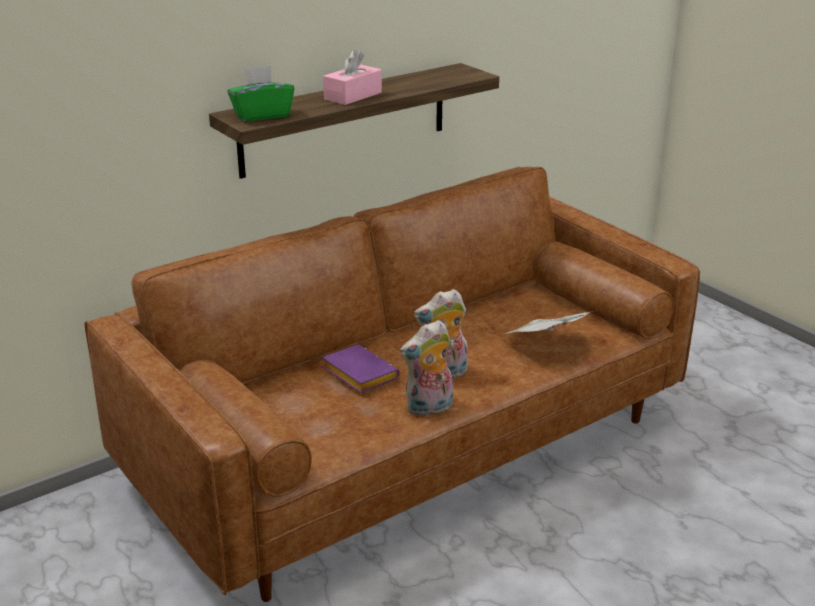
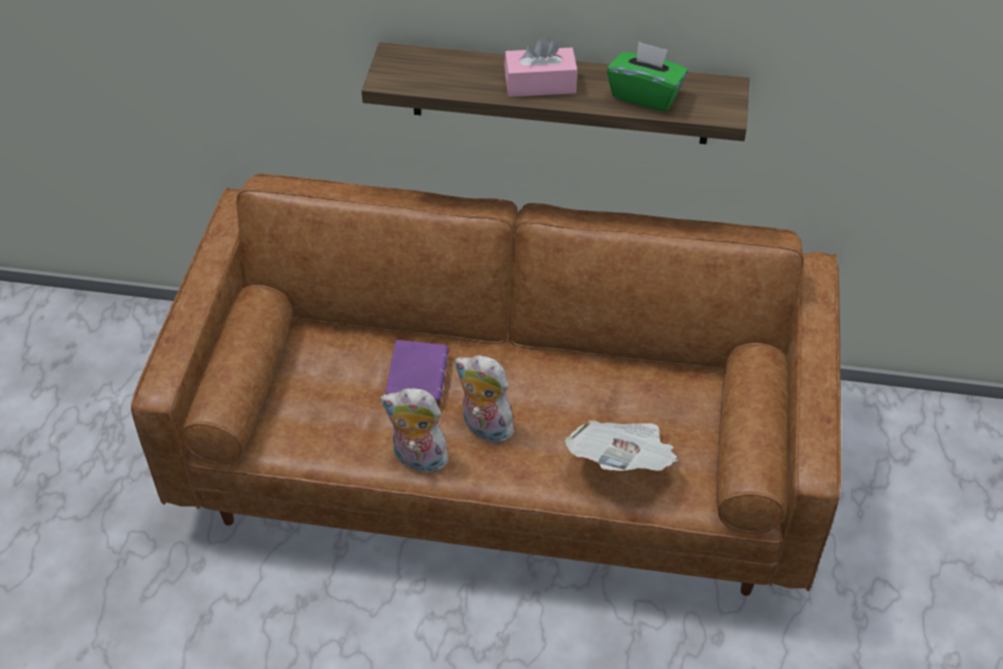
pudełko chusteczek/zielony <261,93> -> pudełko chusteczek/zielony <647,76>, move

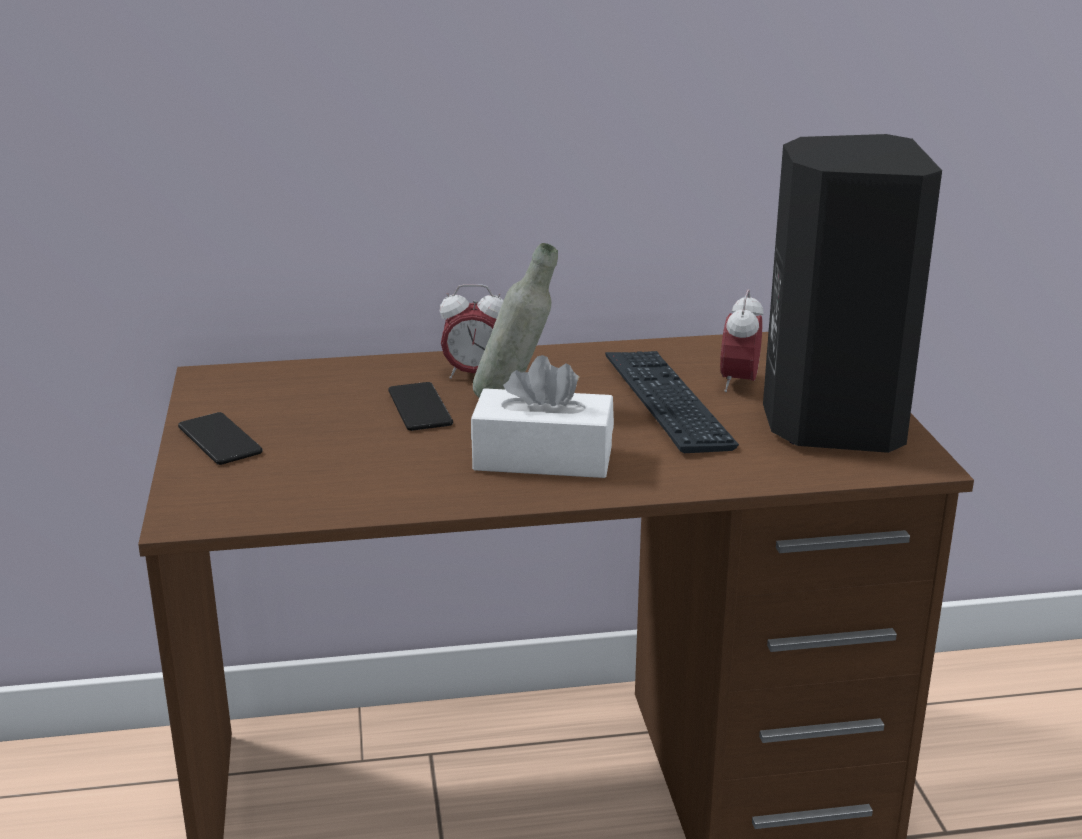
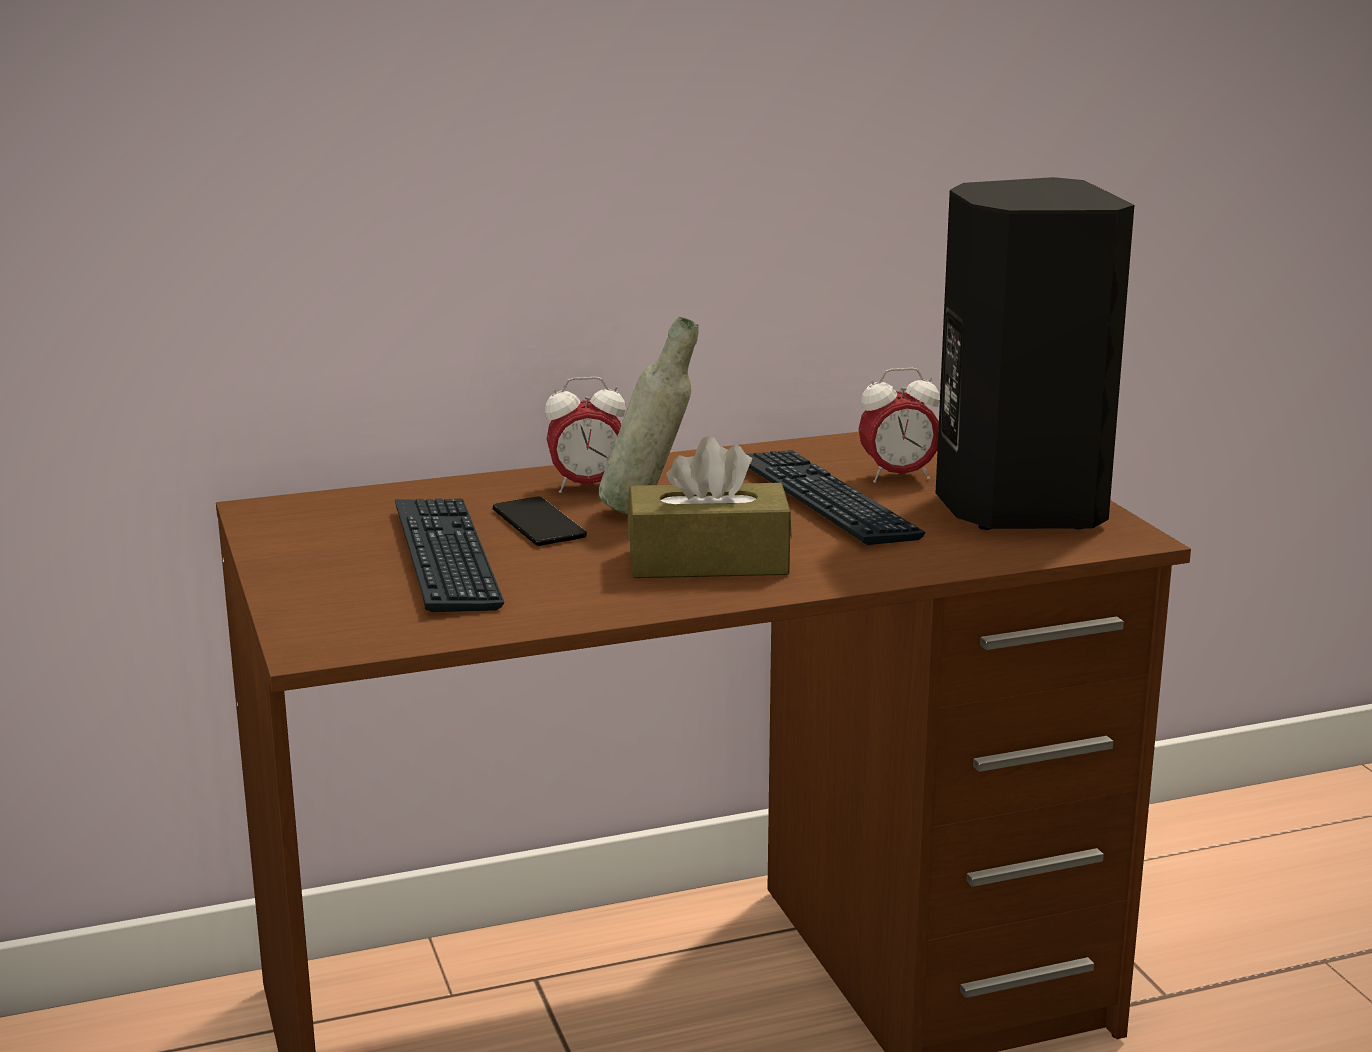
telefon <220,438> -> none
pudełko chusteczek/biały <542,416> -> pudełko chusteczek/brązowy <710,507>
budzik <742,340> -> budzik <899,425>, 105 degrees counterclockwise
none -> klawiatura <449,555>

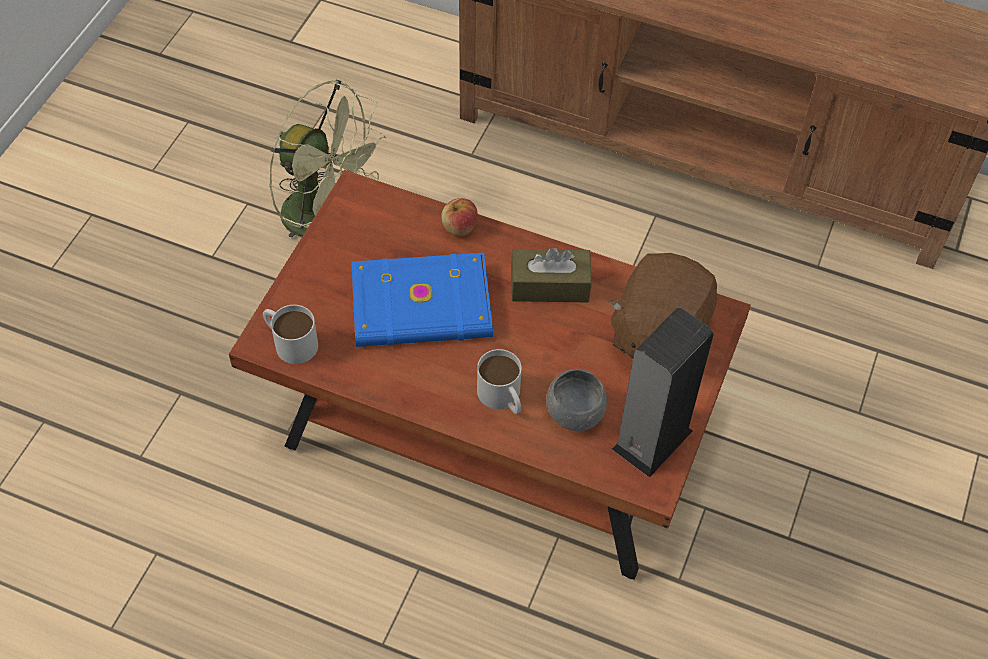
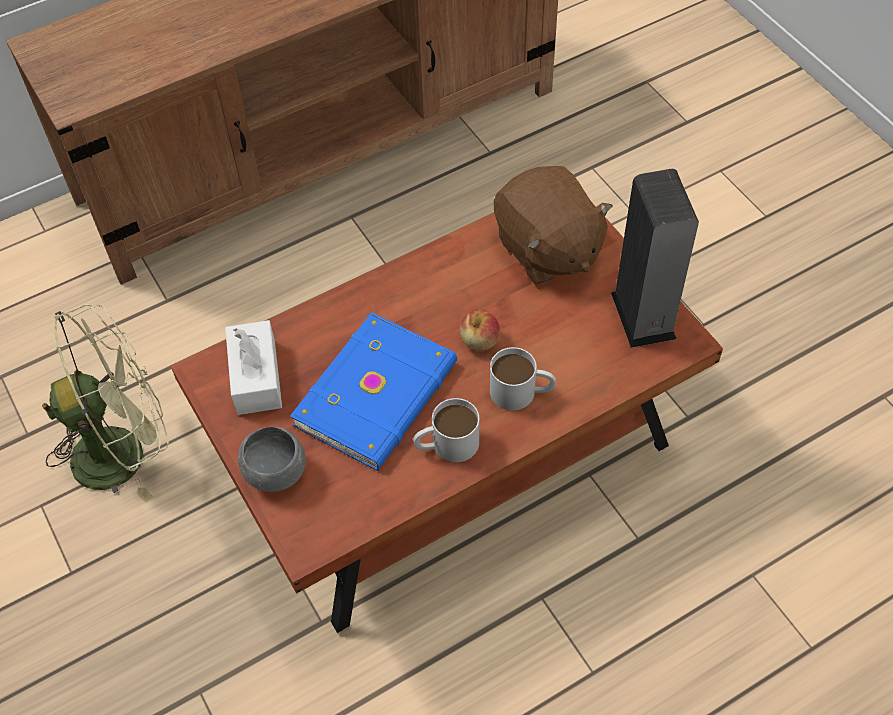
kubek/biały <290,334> -> kubek/biały <446,430>, move
jabłko <459,217> -> jabłko <480,330>, move
pudełko chusteczek/brązowy <551,274> -> none
miska/szary <576,400> -> miska/szary <272,459>, move
none -> pudełko chusteczek/biały <253,367>

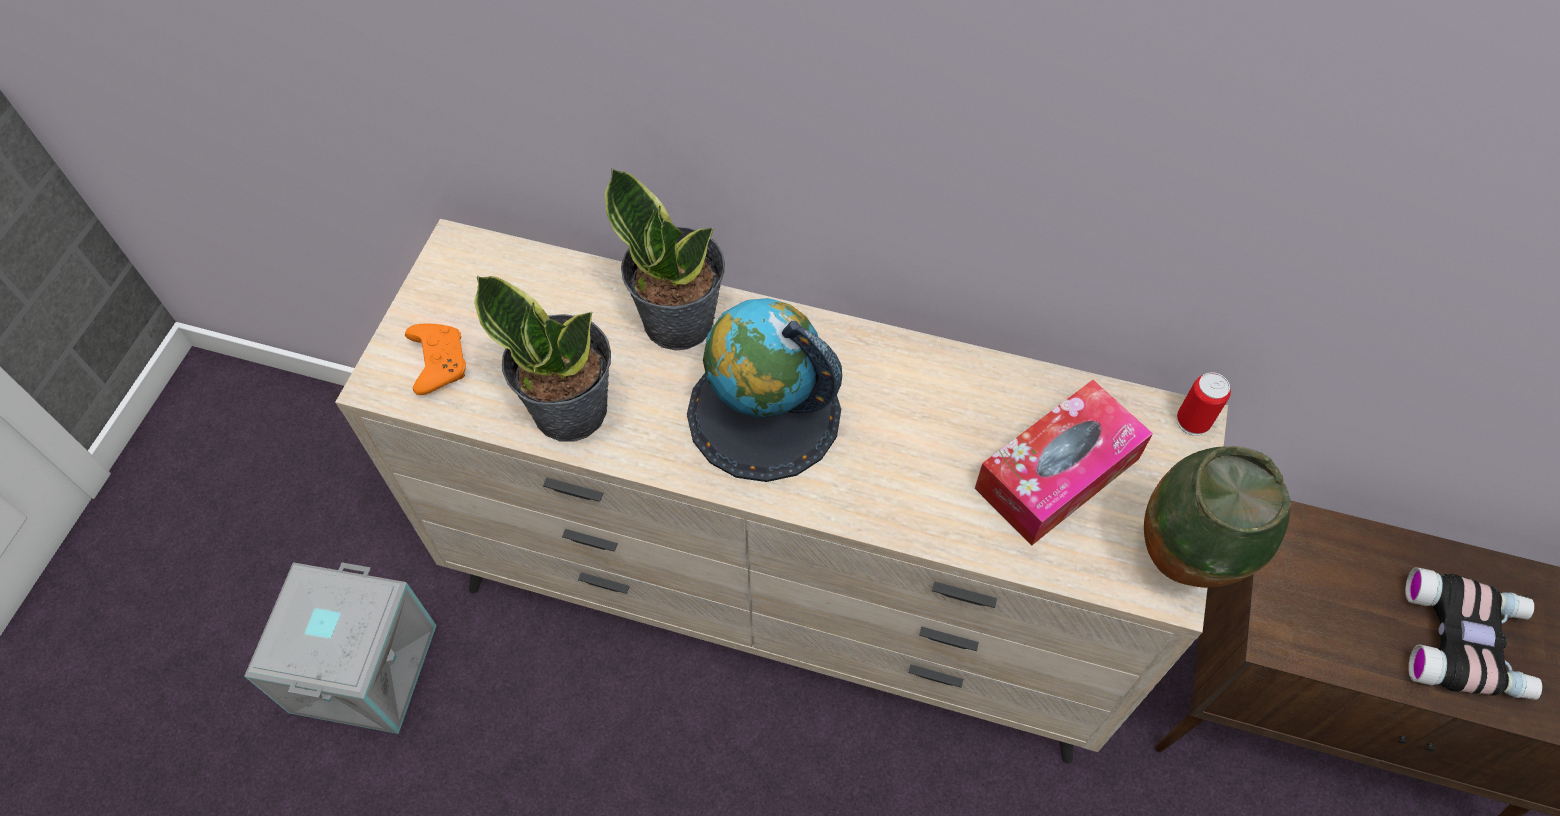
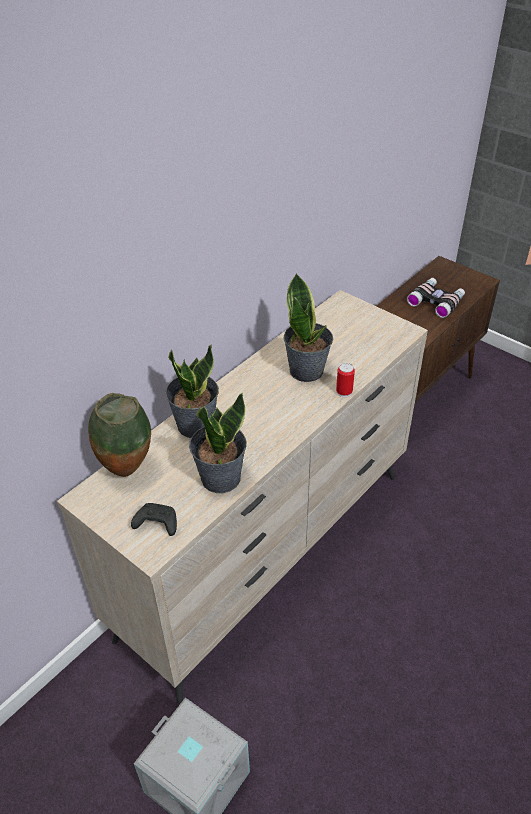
pad do gier/pomarańczowy <435,359> -> pad do gier/czarny <154,519>
globus <764,390> -> none
pudełko chusteczek <1064,463> -> none
wazon <1217,517> -> wazon <119,435>, move
puszka <1204,404> -> puszka <345,380>, move
none -> roślina doniczkowa <308,327>

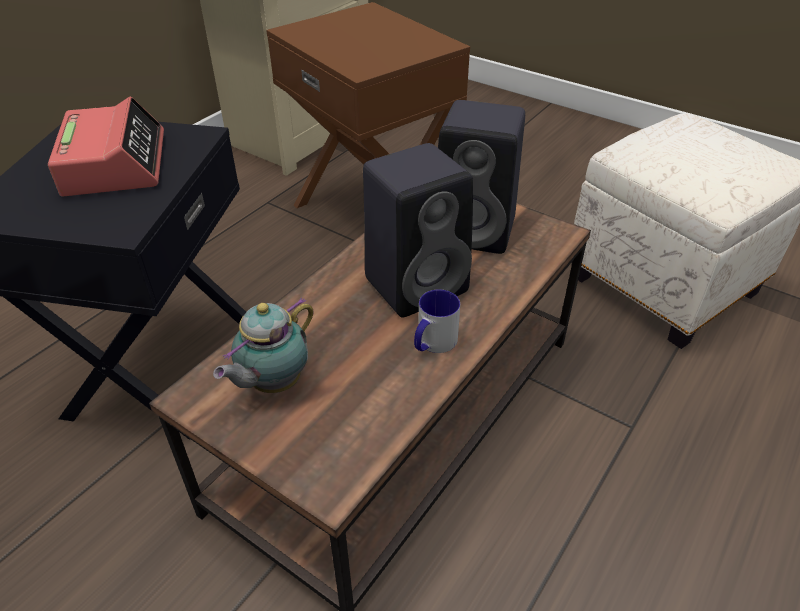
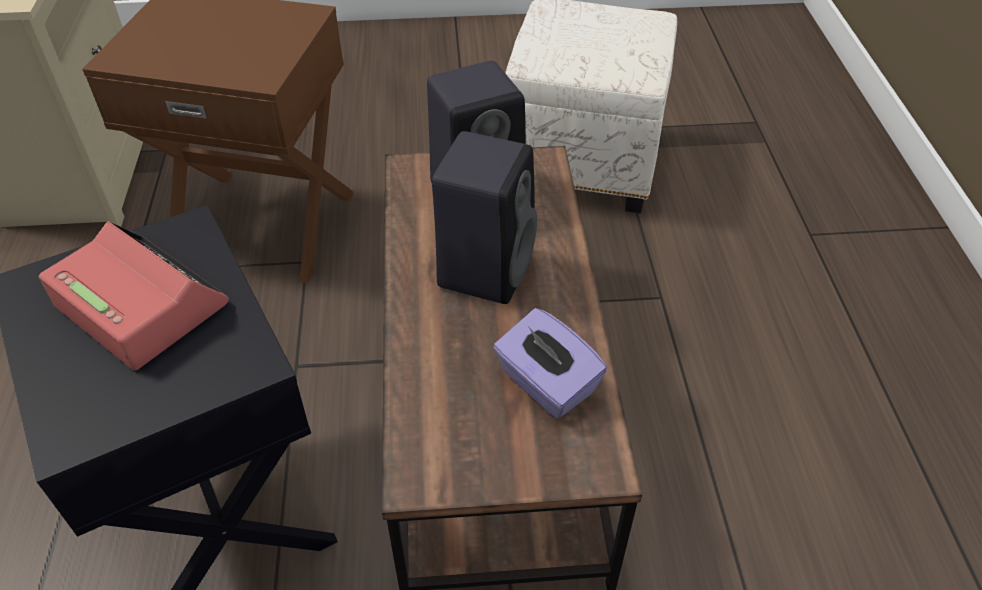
imbryk <263,345> -> none
kubek <437,321> -> none
none -> pudełko chusteczek/fioletowy <550,363>

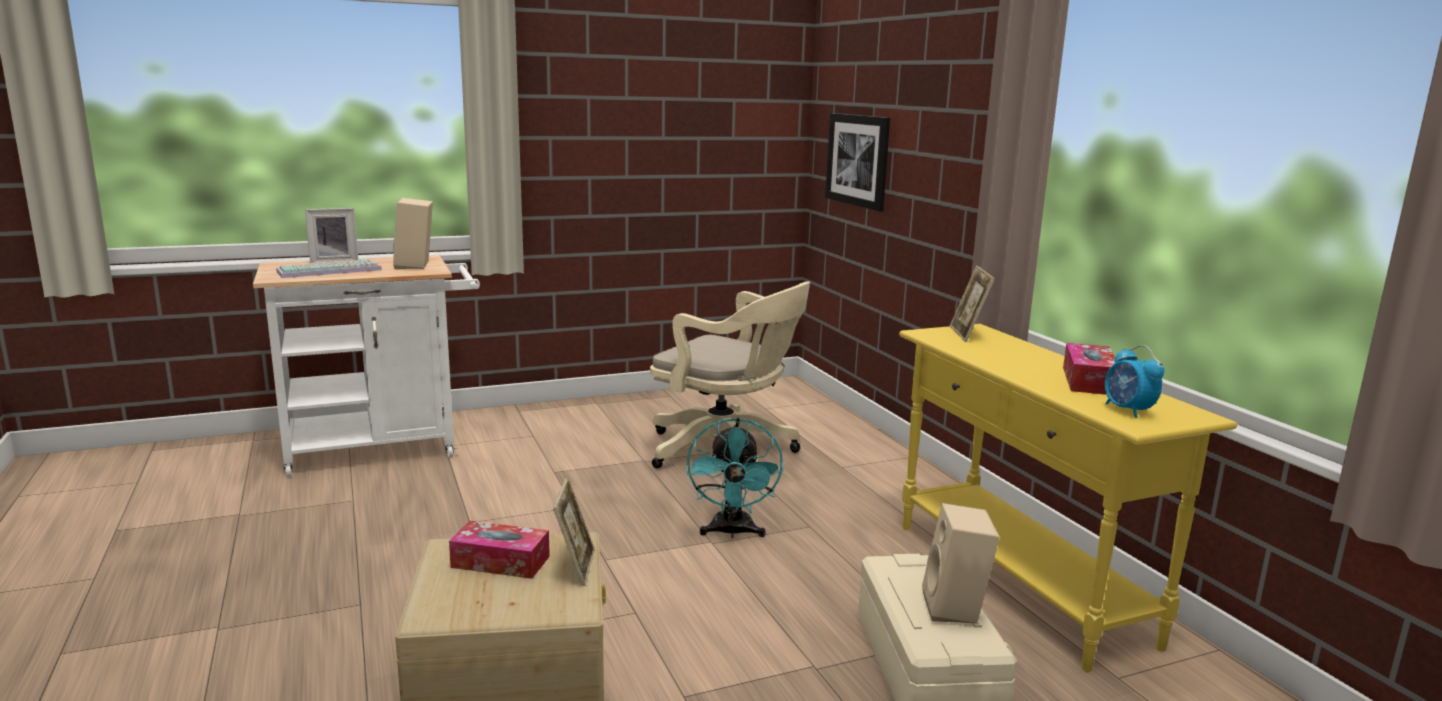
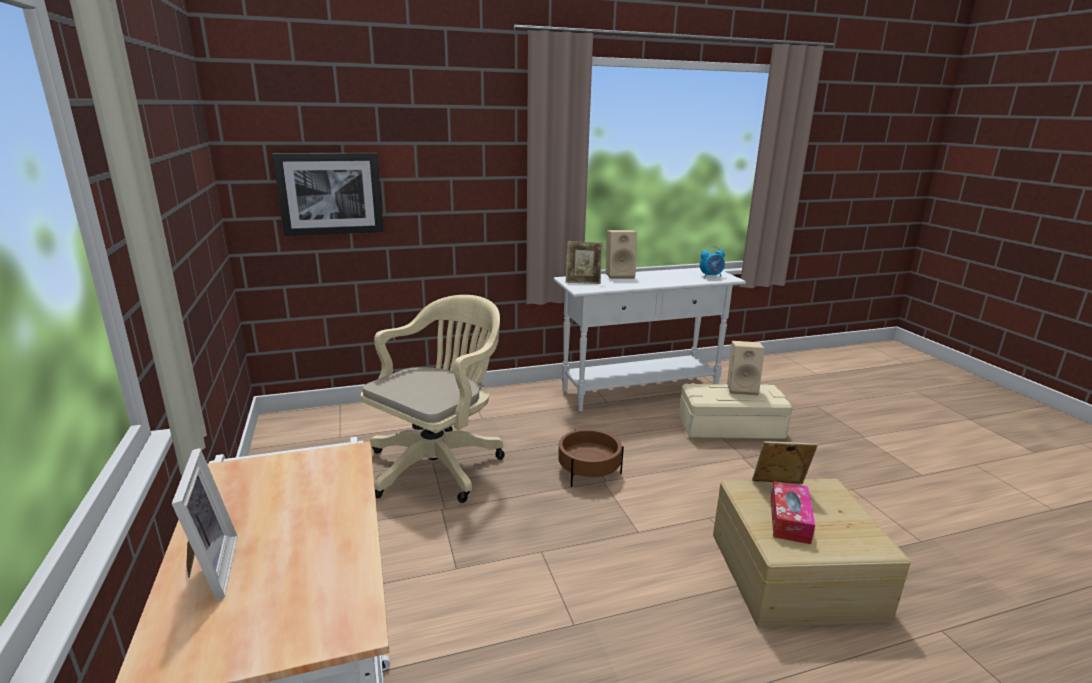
klawiatura <329,268> -> none
głośnik/beżowy <413,233> -> głośnik/beżowy <621,254>, move
wentylator/turkusowy <735,478> -> donica/brązowy <591,458>
stolik konsolowy/żółty <1068,498> -> stolik konsolowy/biały <649,339>
pudełko chusteczek <1089,369> -> none

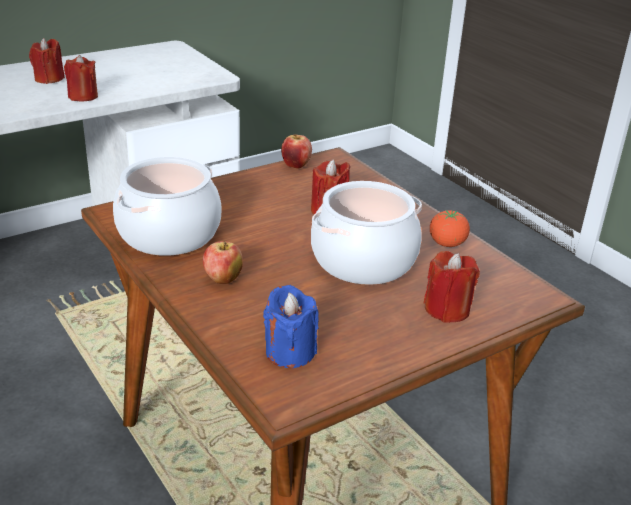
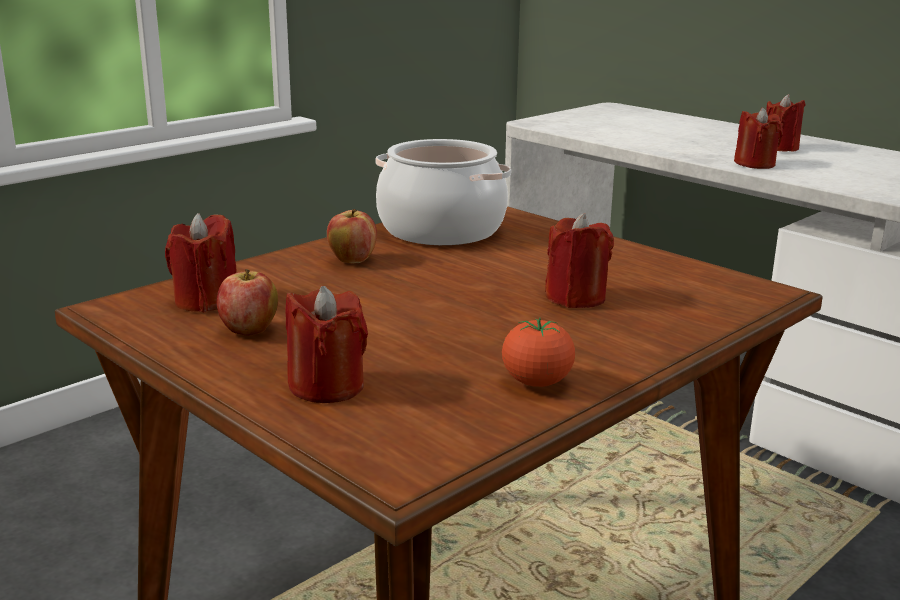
świeca/niebieski <290,326> -> świeca/czerwony <201,262>
jabłko <296,151> -> jabłko <247,302>, move
garnek <366,233> -> none

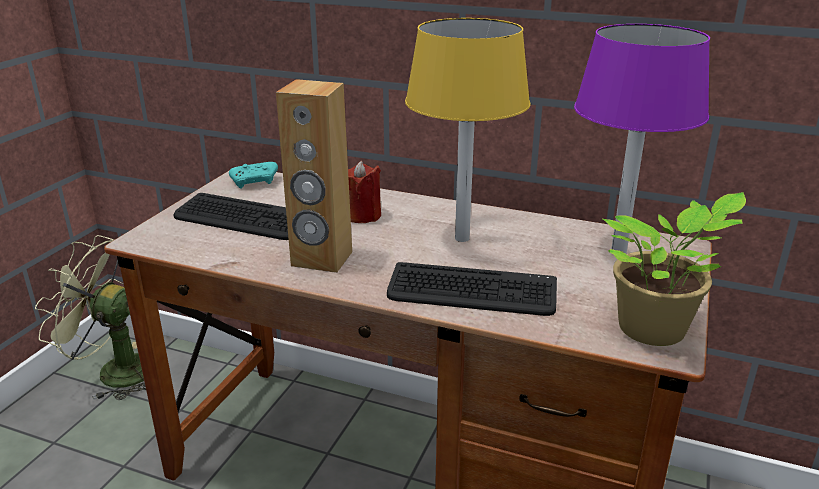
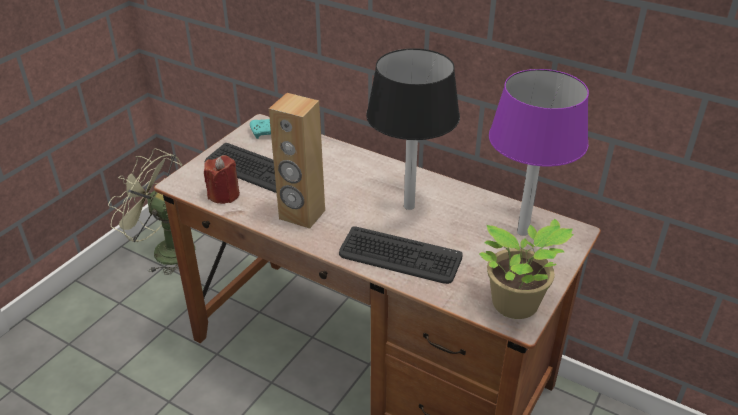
świeca/czerwony <364,192> -> świeca/czerwony <222,179>, move
lampa stołowa/żółty <468,130> -> lampa stołowa/czarny <413,129>

